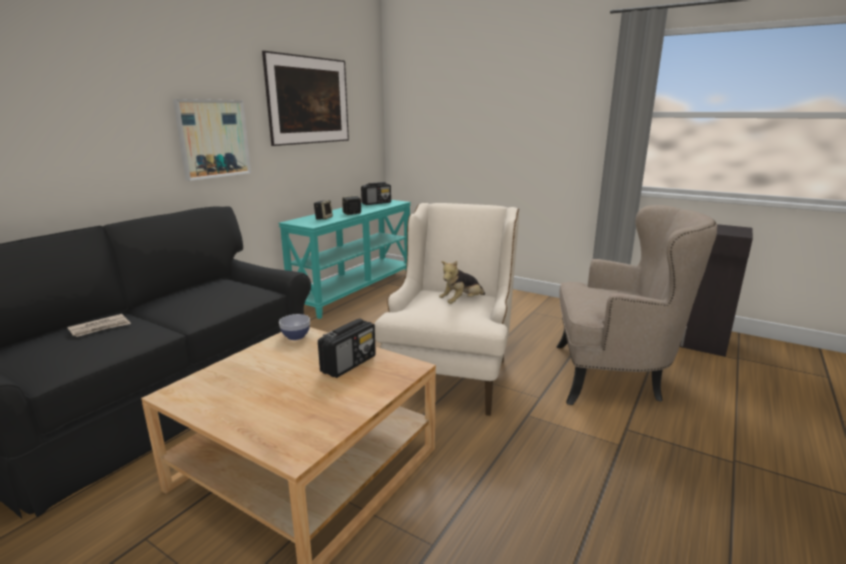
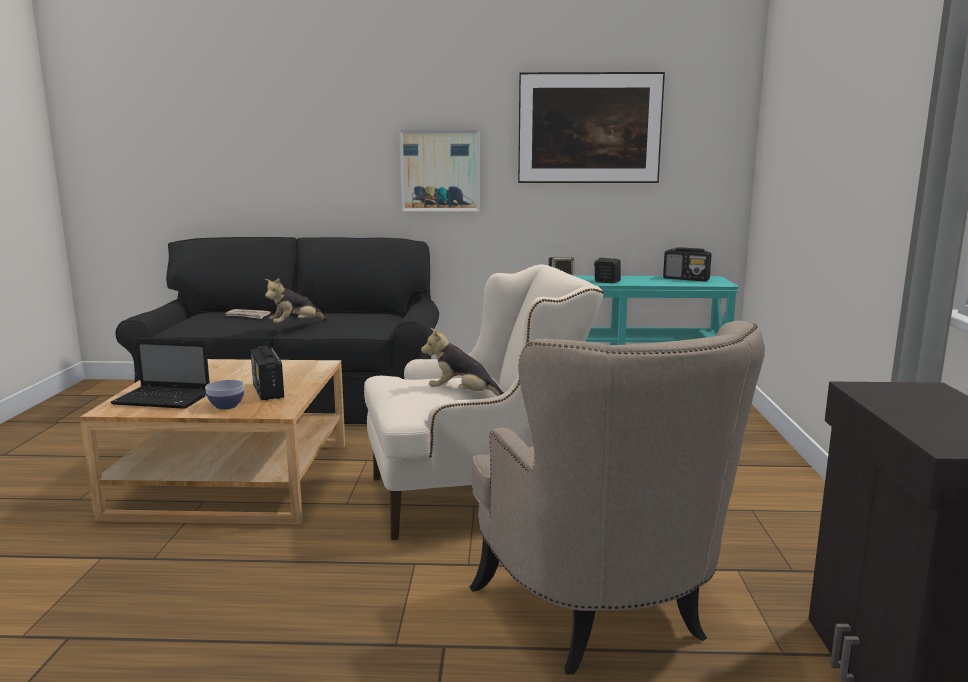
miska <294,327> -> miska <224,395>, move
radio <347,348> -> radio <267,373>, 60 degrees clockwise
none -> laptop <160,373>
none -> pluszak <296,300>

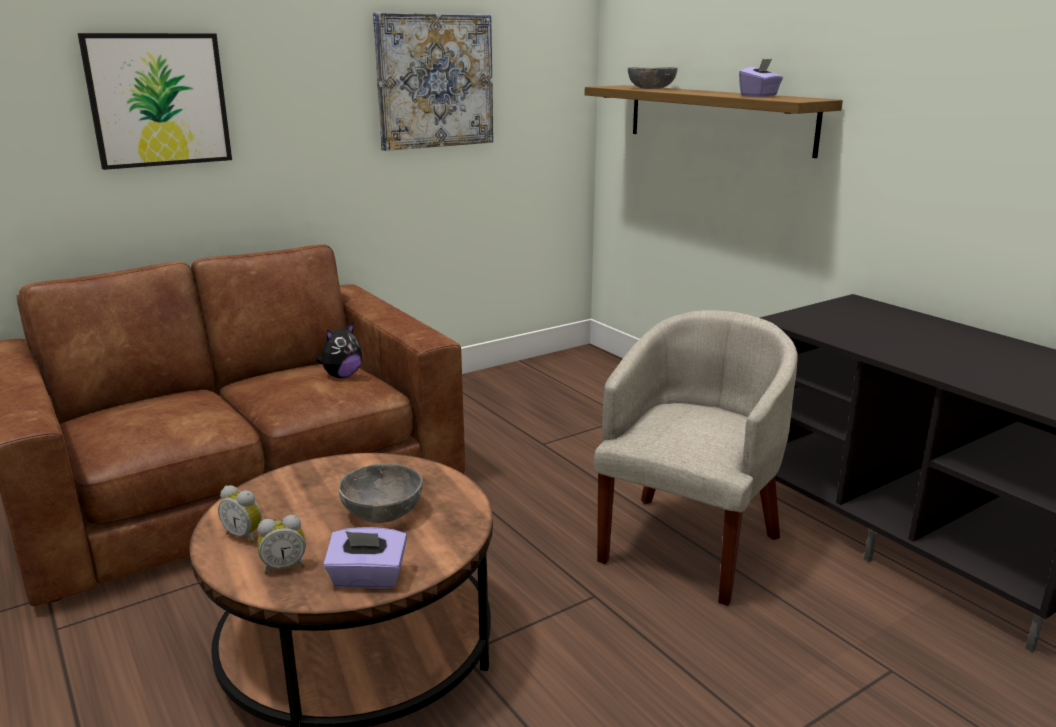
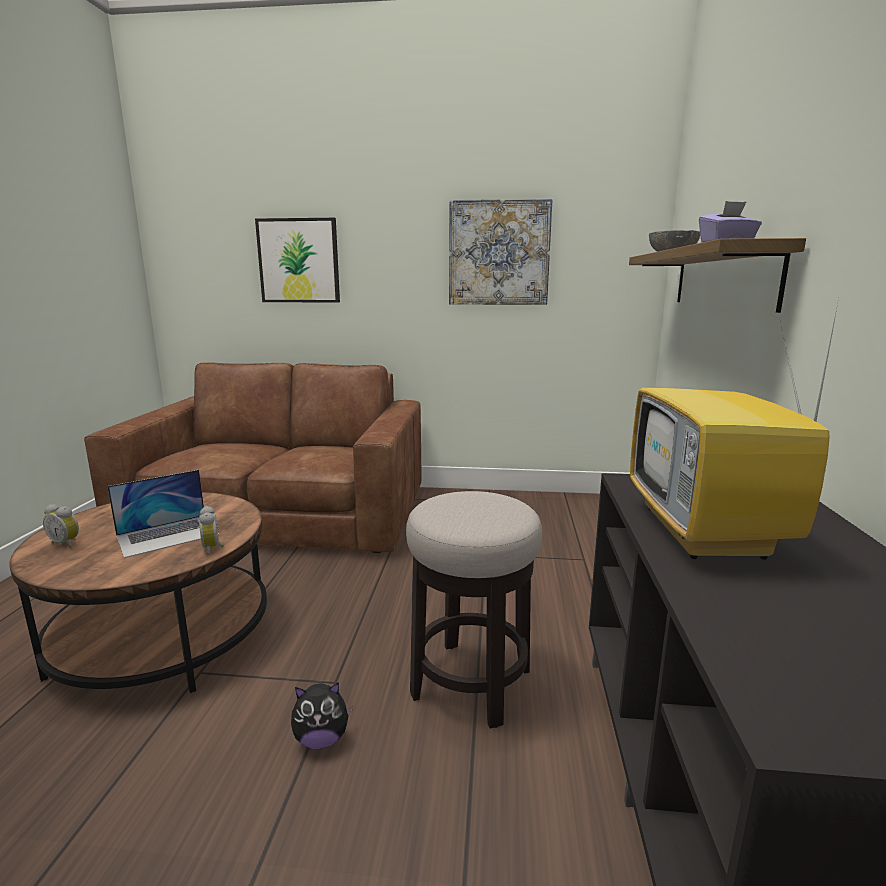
budzik <240,514> -> budzik <211,530>, move
pluszak <339,350> -> pluszak <322,715>, move
pudełko chusteczek/fioletowy <365,558> -> none
miska/szary <381,493> -> laptop <163,514>
fotel/beżowy <696,458> -> stołek <474,610>
none -> telewizor <734,432>

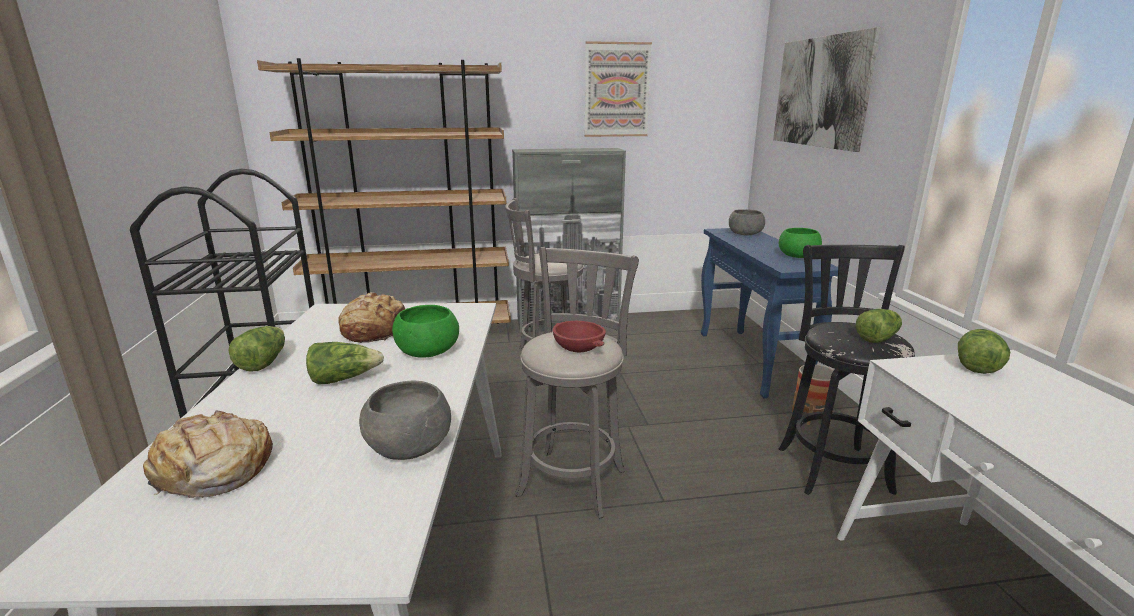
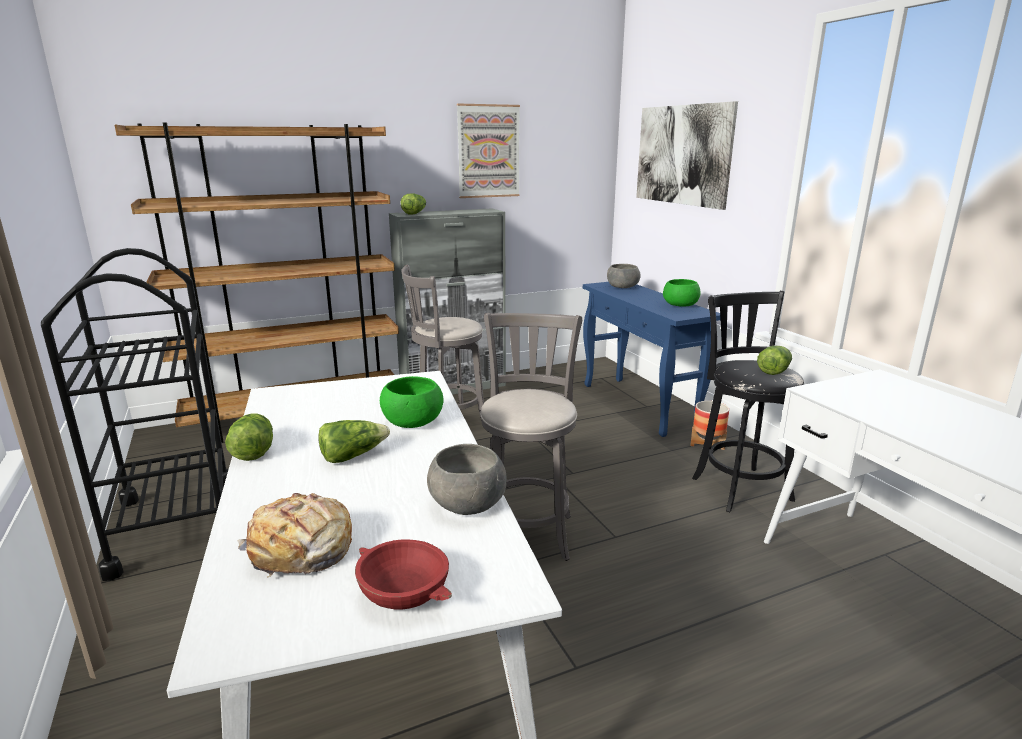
chleb <371,317> -> none
miska/czerwony <579,336> -> miska/czerwony <403,574>, move
sałata <984,351> -> sałata <413,204>, move

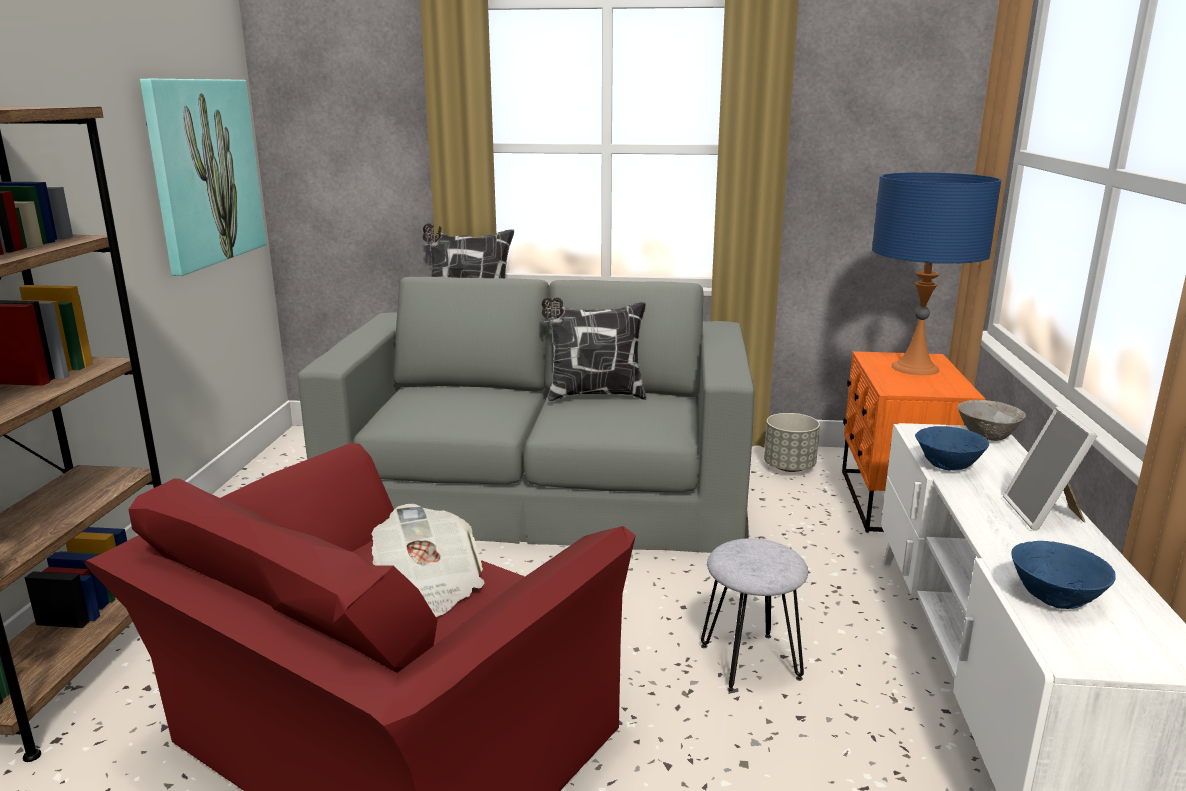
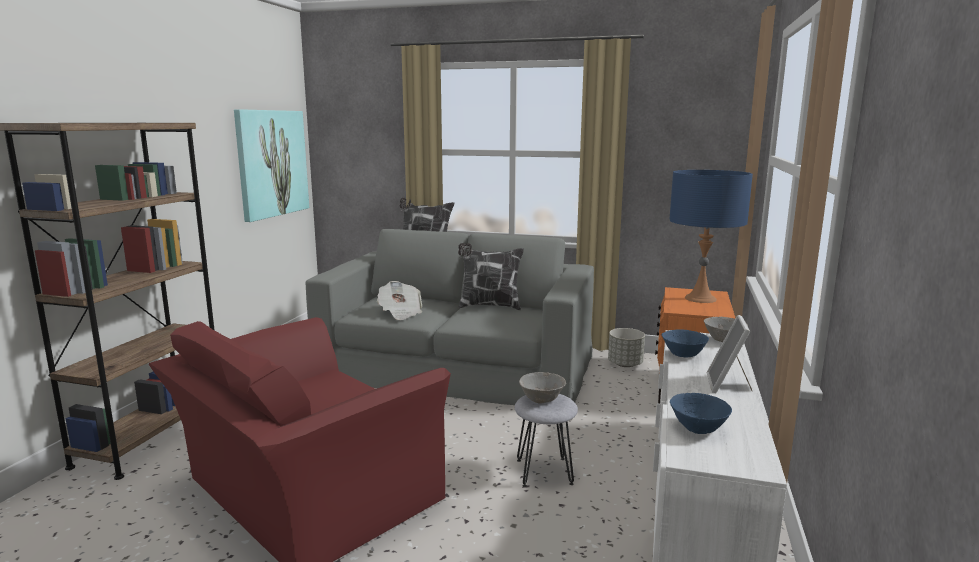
gazeta <428,560> -> gazeta <399,300>, move
none -> miska/szary <542,388>

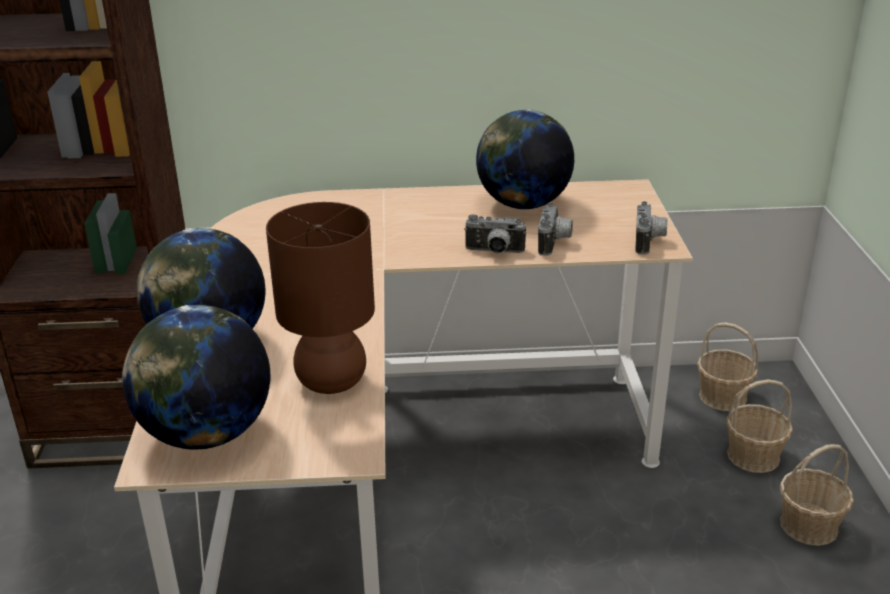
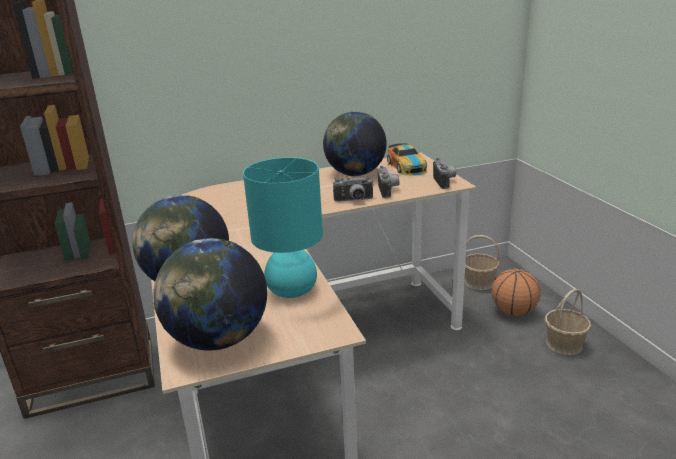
lampa stołowa/brązowy <320,298> -> lampa stołowa/turkusowy <283,227>
koszyk <759,426> -> piłka do koszykówki <516,292>
none -> samochodzik <407,159>

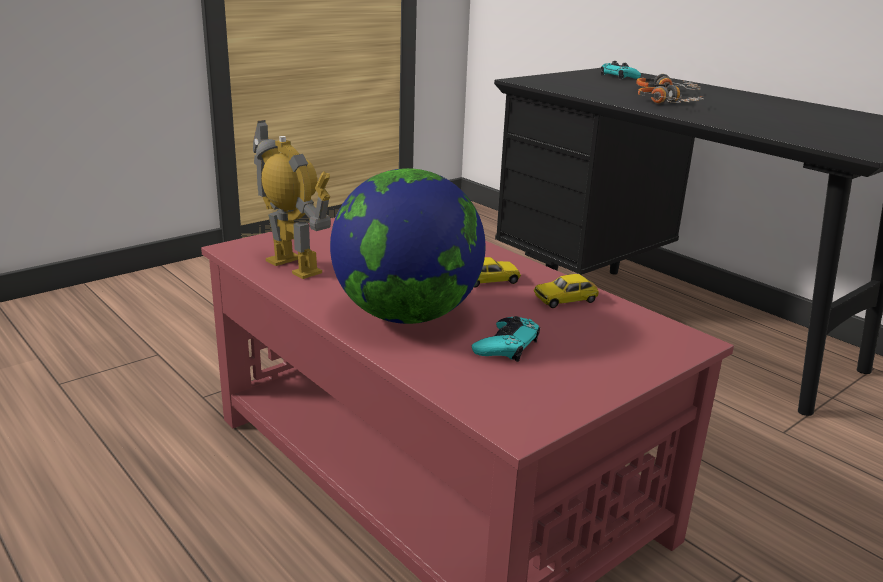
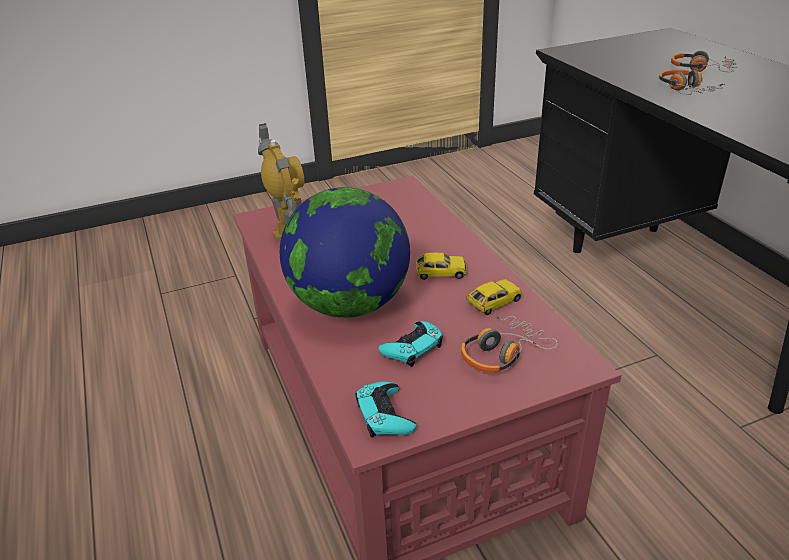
samochodzik <566,291> -> samochodzik <495,297>, 150 degrees clockwise
pad do gier/turkusowy <621,70> -> pad do gier/turkusowy <386,409>, move
none -> słuchawki <509,344>

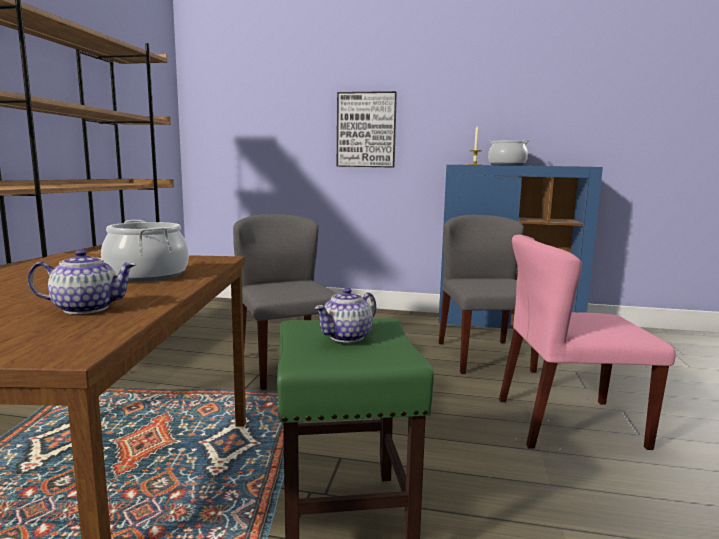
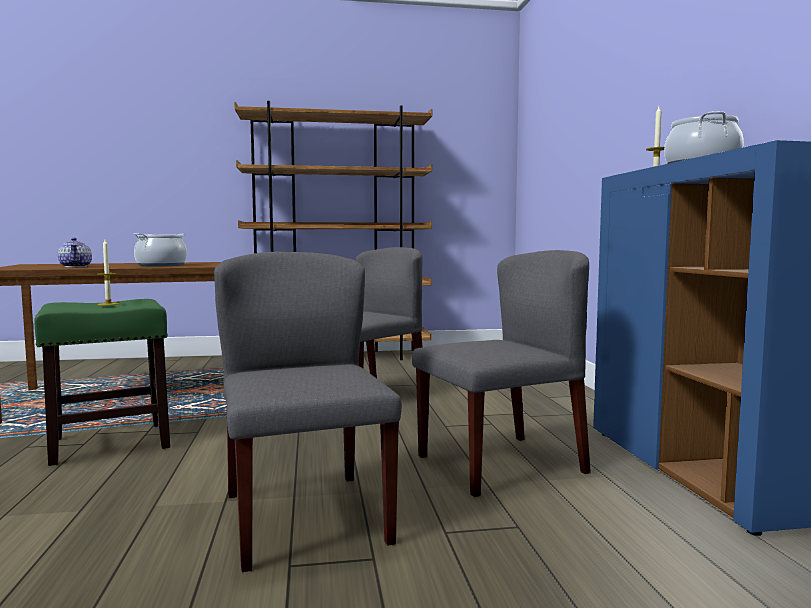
imbryk <345,315> -> świeca <108,273>
obraz <367,129> -> none
krzesło/różowy <587,342> -> krzesło/szary <308,412>

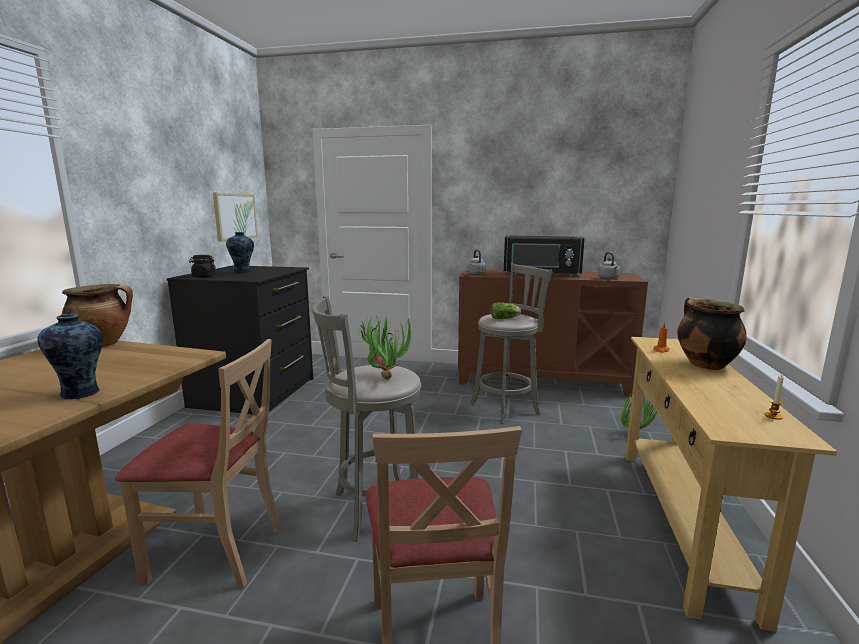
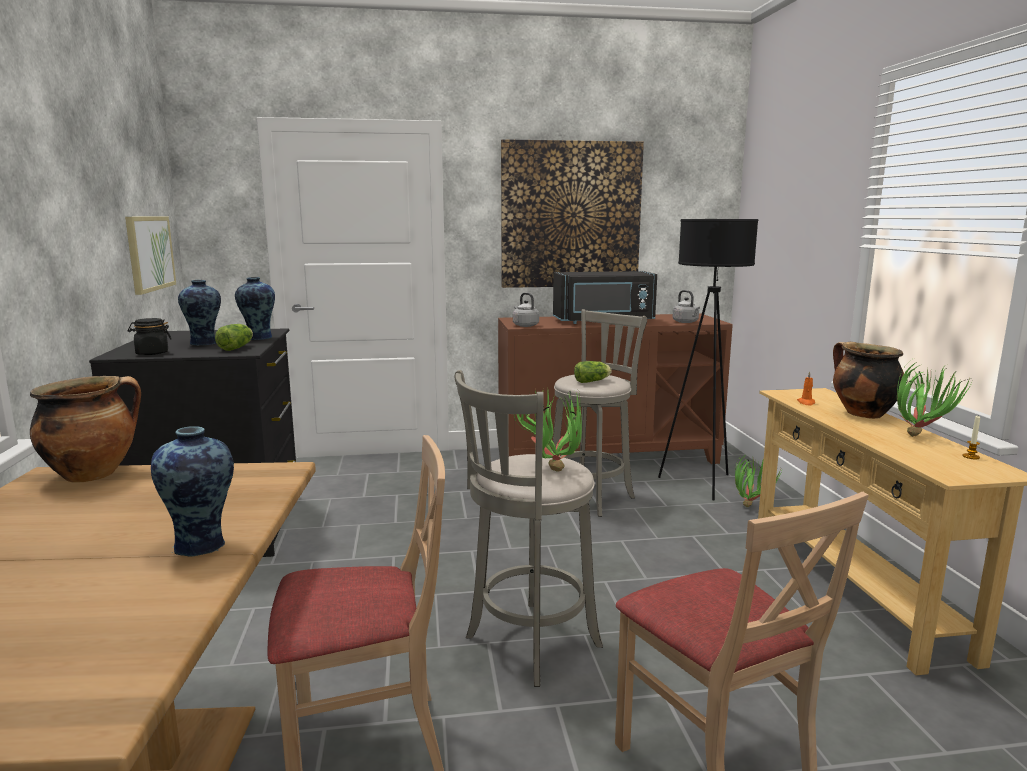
none -> sałata <234,337>
none -> wazon <255,308>
none -> obraz <572,213>
none -> lampa stojąca/czarny <708,359>
none -> roślina doniczkowa <934,400>

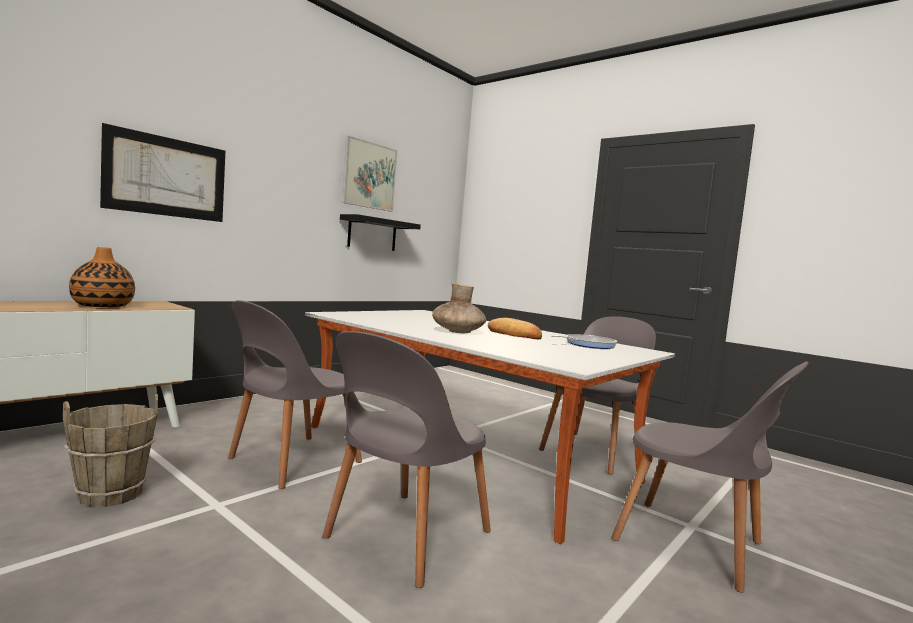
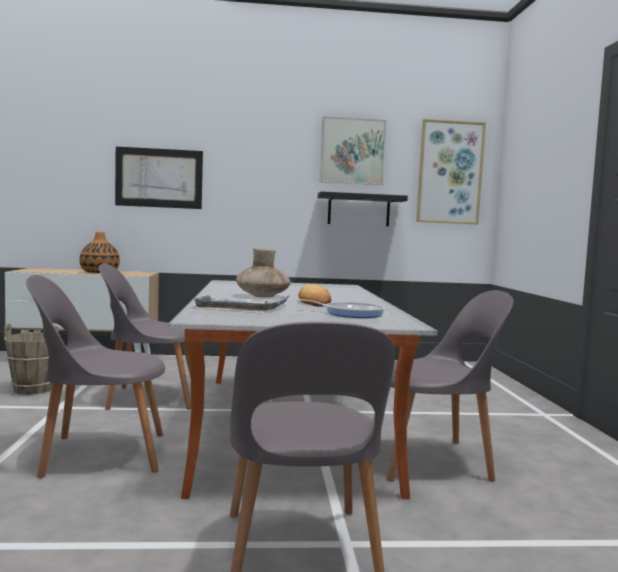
none -> taca/szary <241,303>
none -> obraz <451,171>

